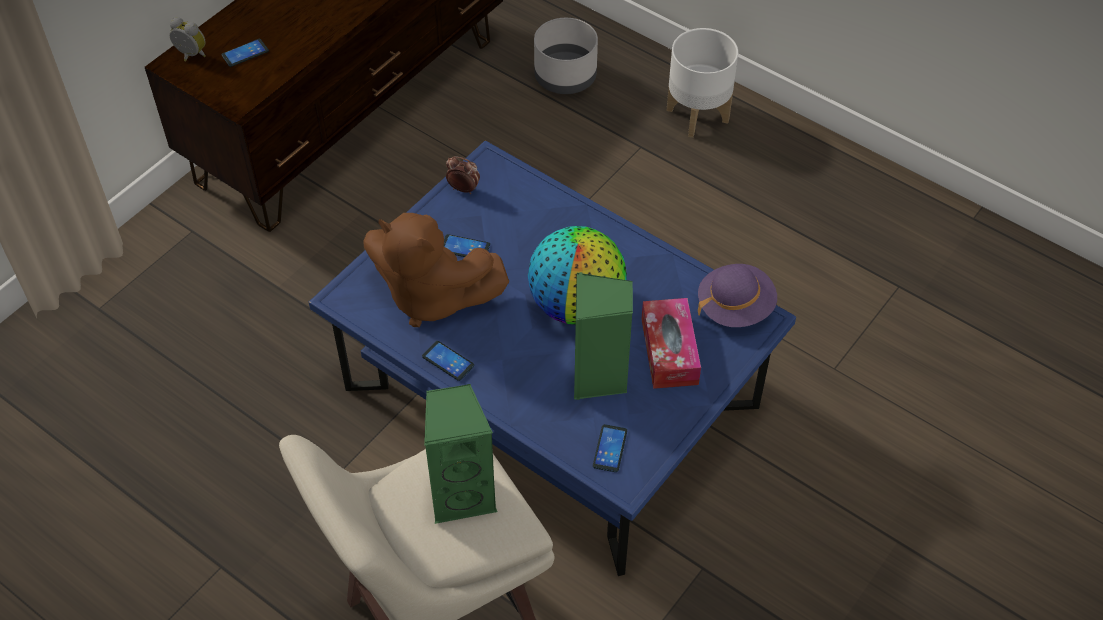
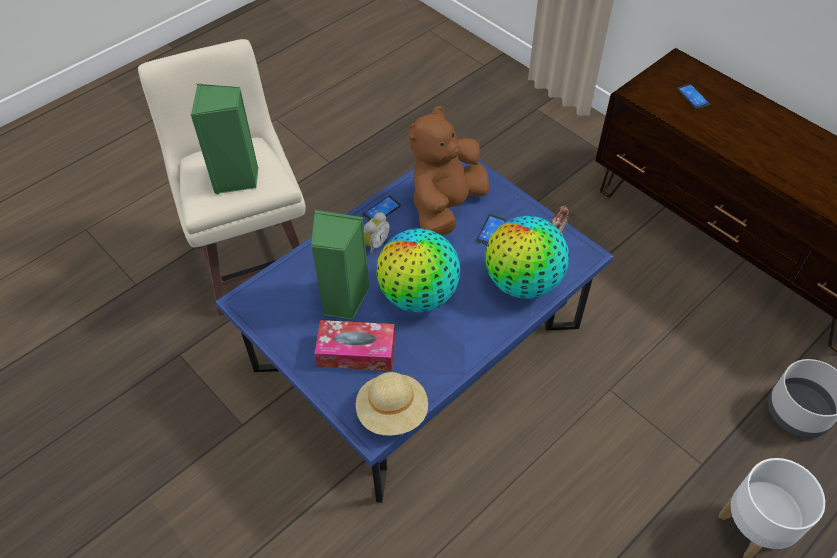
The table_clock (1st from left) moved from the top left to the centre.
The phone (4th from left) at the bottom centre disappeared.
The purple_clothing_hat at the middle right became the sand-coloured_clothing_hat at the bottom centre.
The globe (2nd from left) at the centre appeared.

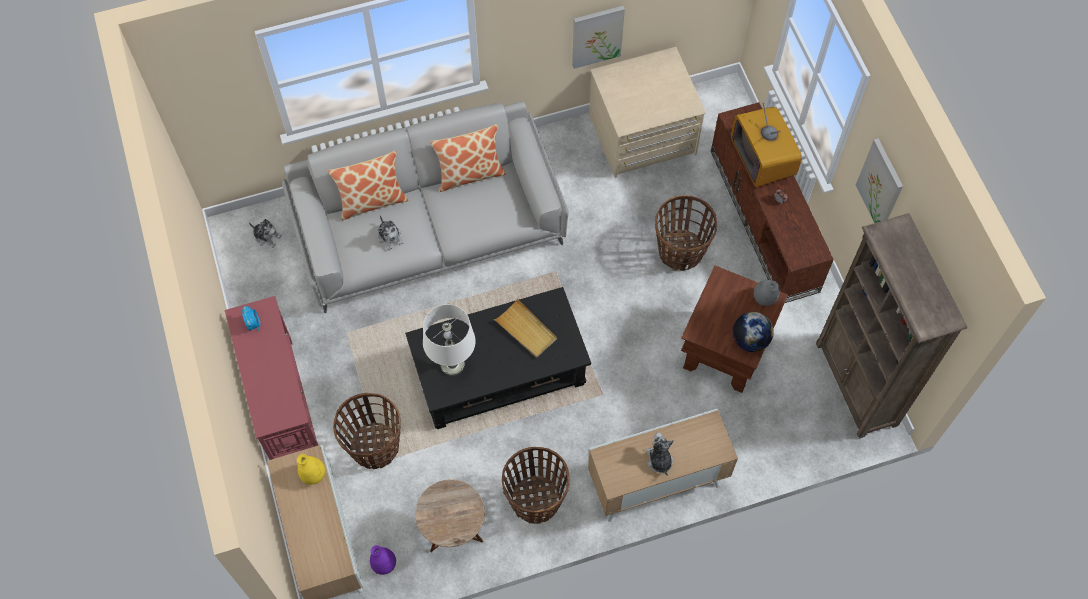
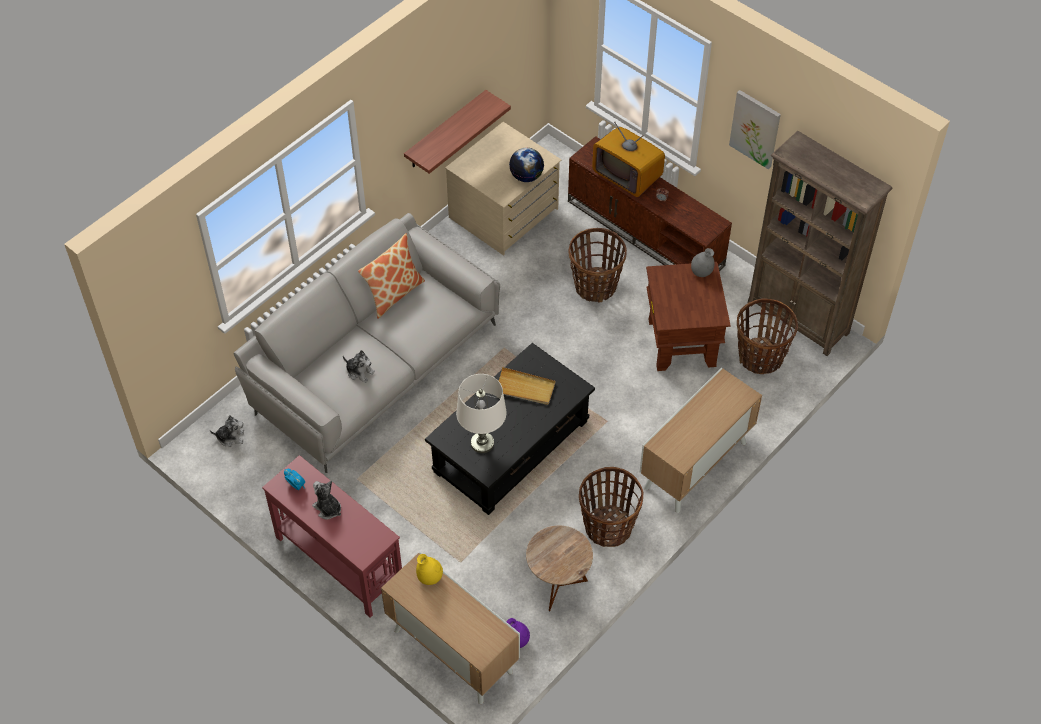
The pillow (1st from left) at the top centre disappeared.
The storage_basket (1st from left in the first image) moved from the bottom centre to the middle right.
The wall_picture (1st from left) at the top centre was replaced by the shelf at the top centre.
The cuddly_toy (3rd from left in the first image) moved from the bottom centre to the bottom left.
The globe moved from the middle right to the top centre.

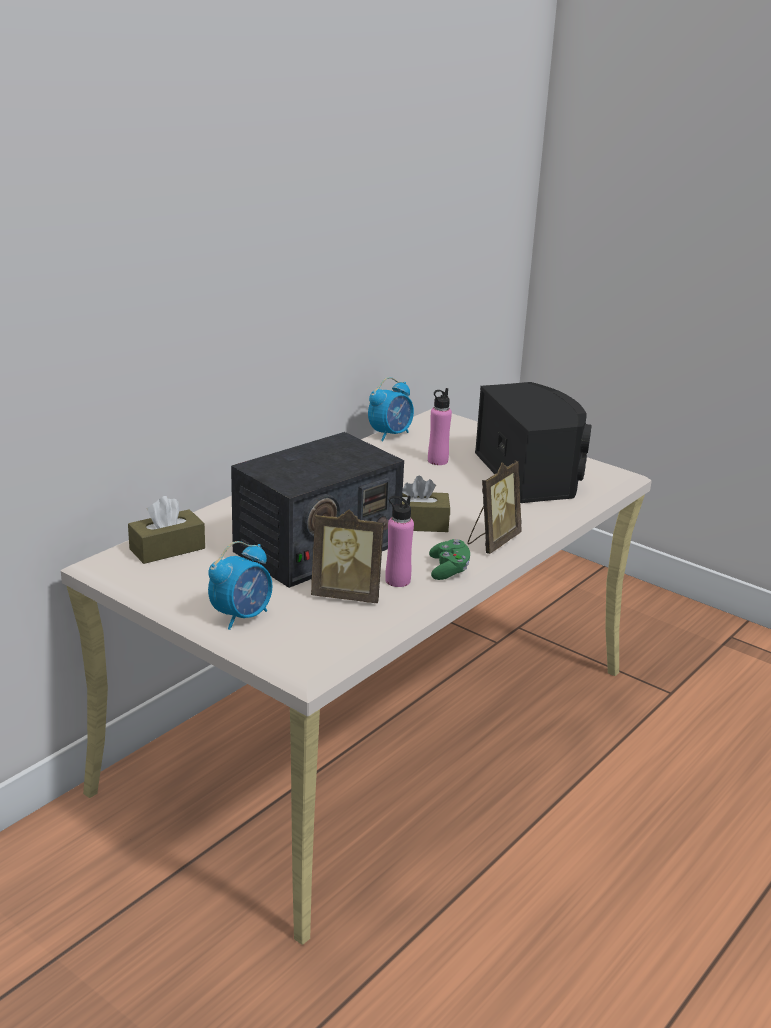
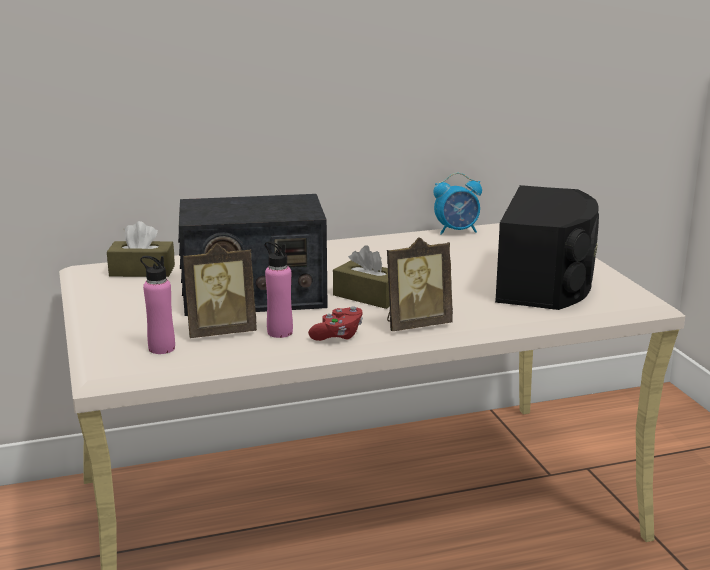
The table_clock (1st from left) at the middle left disappeared.
The picture_frame (1st from left) at the centre turned 60 degrees counterclockwise.
The pink_bottle (2nd from left in the first image) moved from the centre to the middle left.
The green_gamepad at the centre became the reddish_gamepad at the centre.

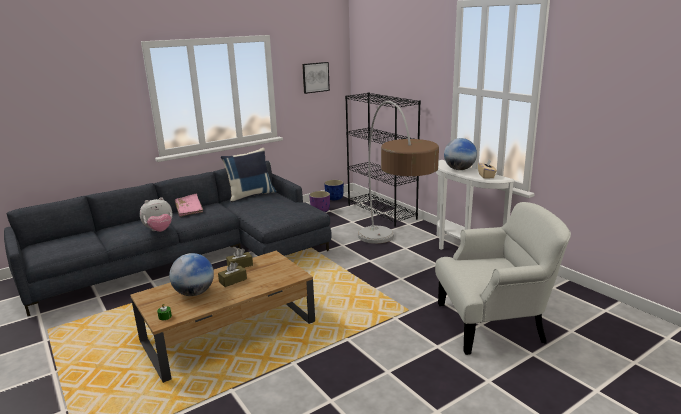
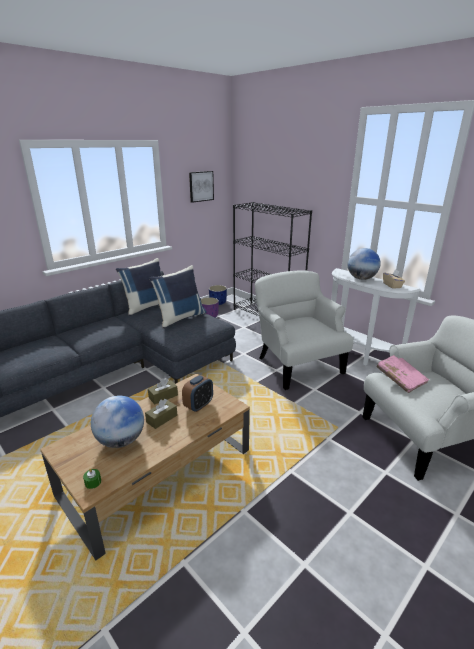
The cuddly_toy at the middle left disappeared.
The pink_bound_book moved from the middle left to the middle right.
The standing_lamp at the centre was replaced by the whitish_easy_chair (1st from left) at the centre.
The blue-coloured_pillow (2nd from left) at the centre appeared.
The table_clock at the centre appeared.

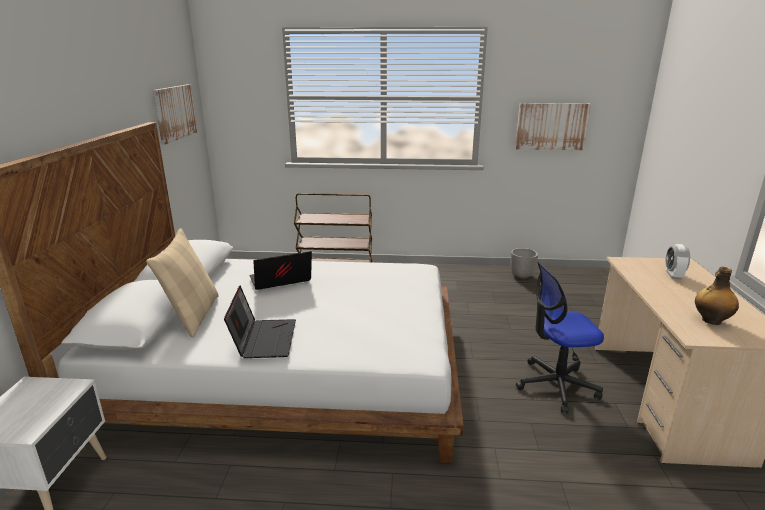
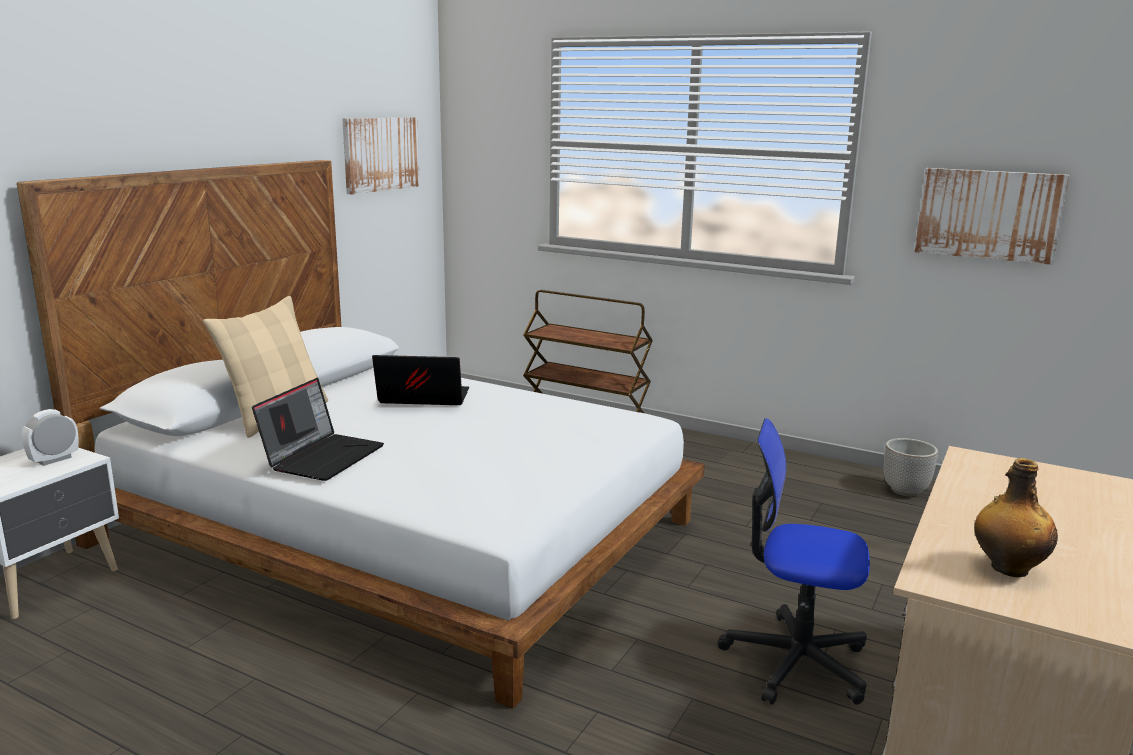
The table_clock moved from the middle right to the middle left.

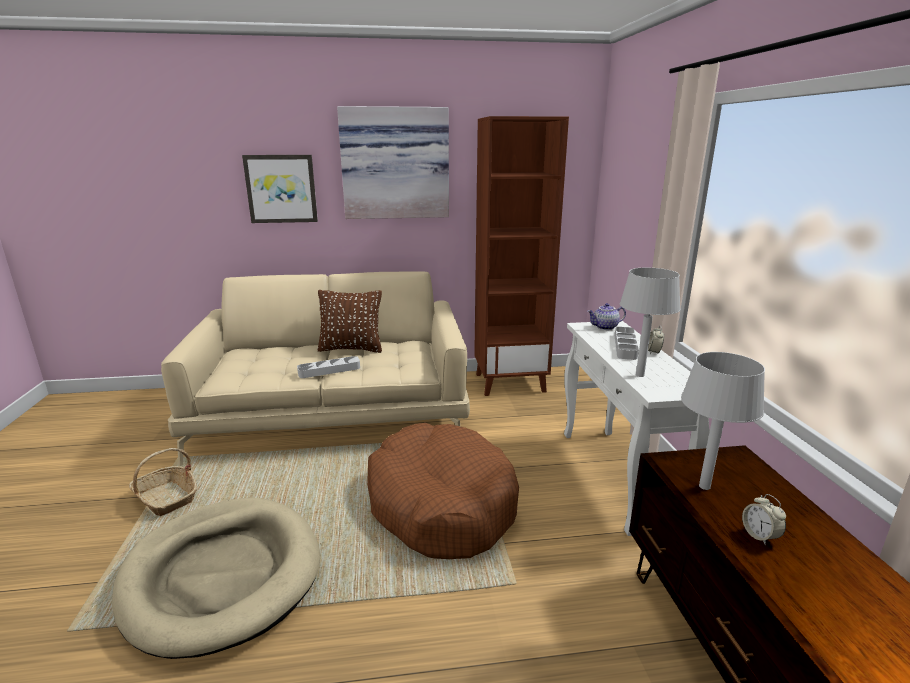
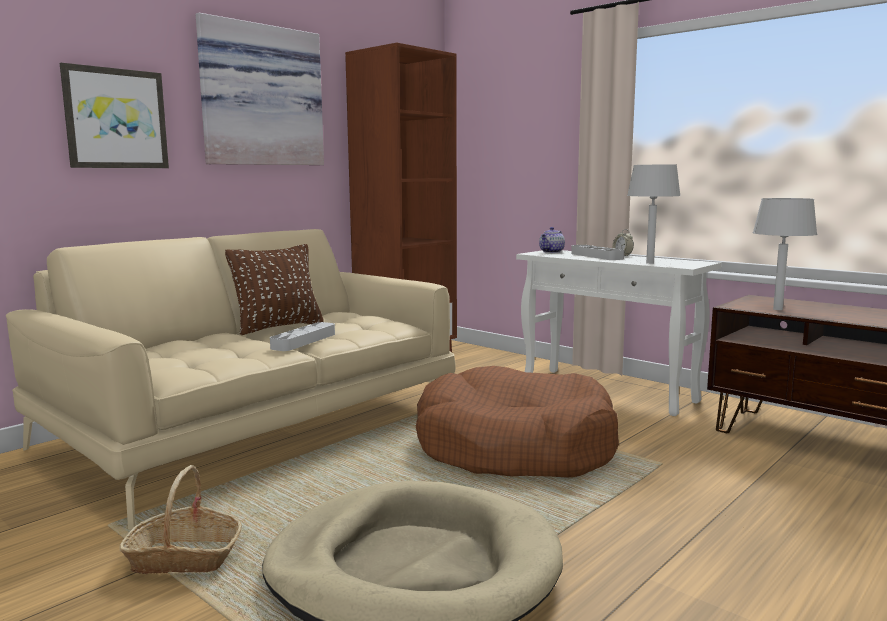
The table_clock (2nd from left) at the bottom right disappeared.

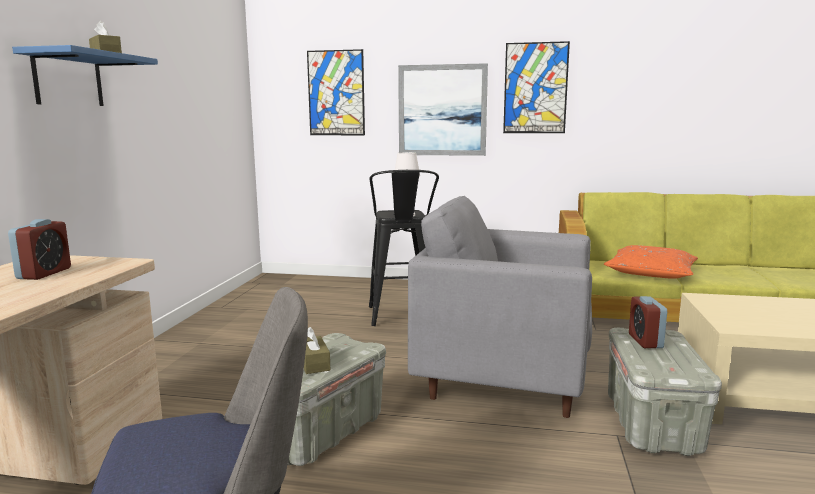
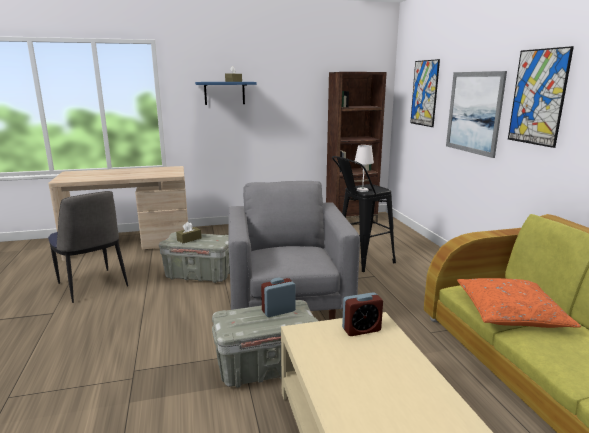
The table_clock (1st from left in the first image) moved from the middle left to the bottom centre.
The brown-coloured_bookshelf at the centre appeared.

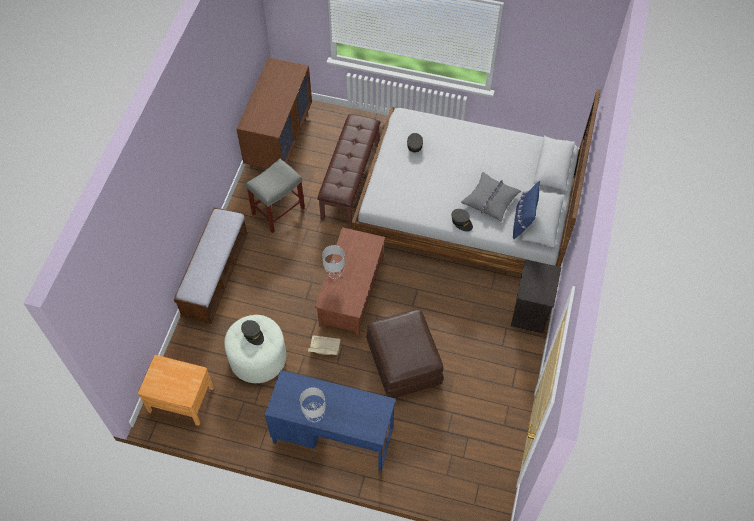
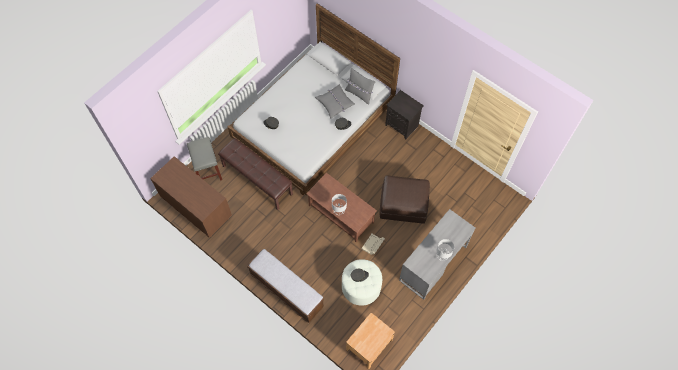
The greyish_stool moved from the centre to the middle left.
The blue-coloured_desk at the bottom centre became the greyish_desk at the bottom centre.
The blue-coloured_pillow at the middle right became the greyish_pillow (2nd from left) at the top centre.

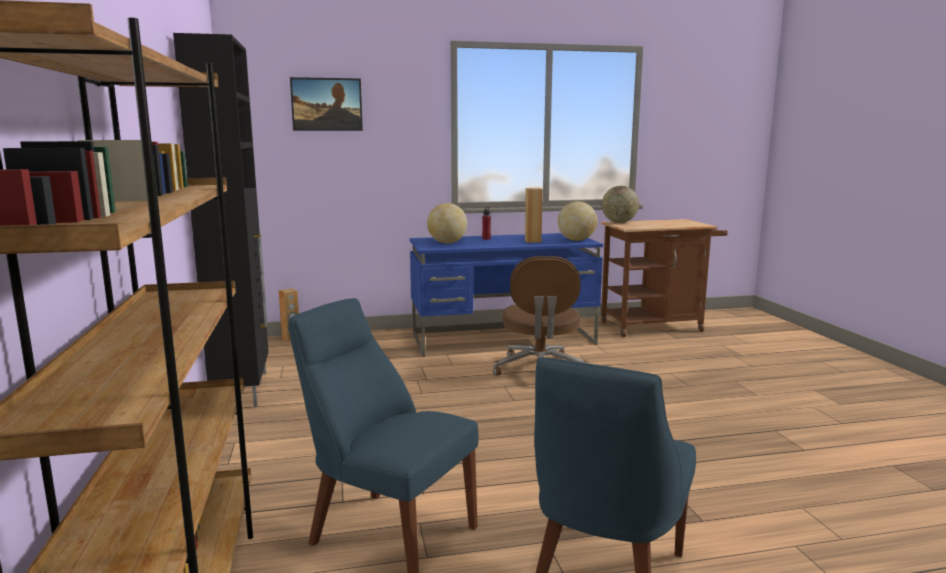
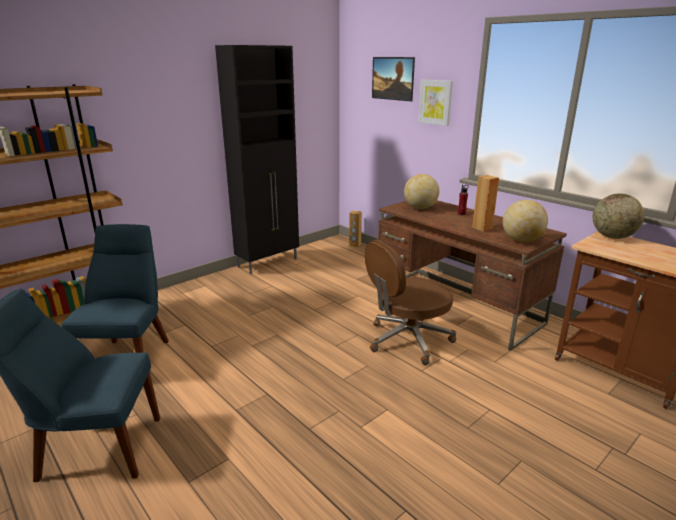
The blue-coloured_desk at the centre became the brown-coloured_desk at the middle right.
The wall_picture (2nd from left) at the top centre appeared.

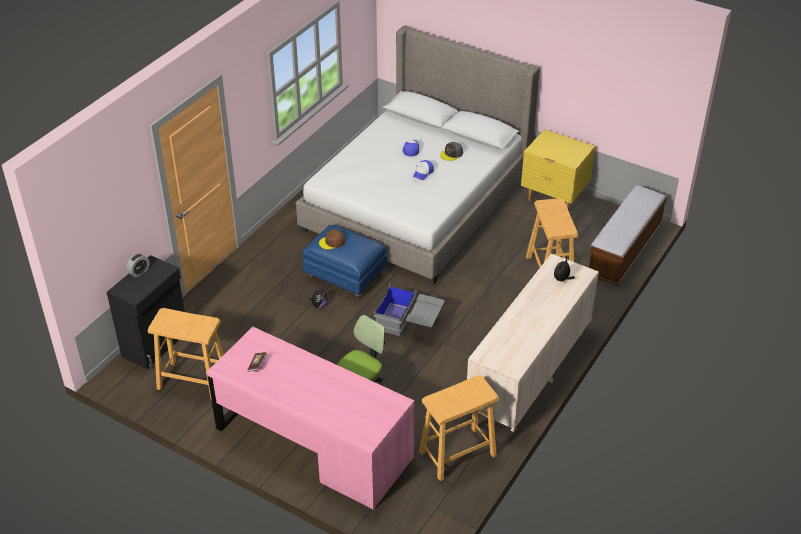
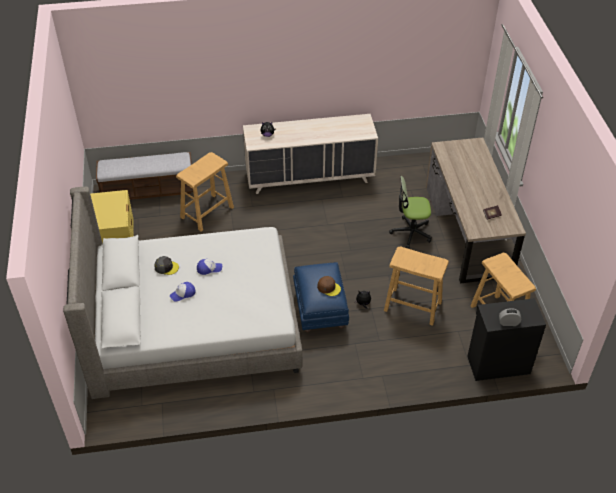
The pink_desk at the bottom centre became the brown-coloured_desk at the middle right.
The greyish_storage_bin at the centre disappeared.
The sand-coloured_stool (2nd from left) moved from the bottom centre to the middle right.

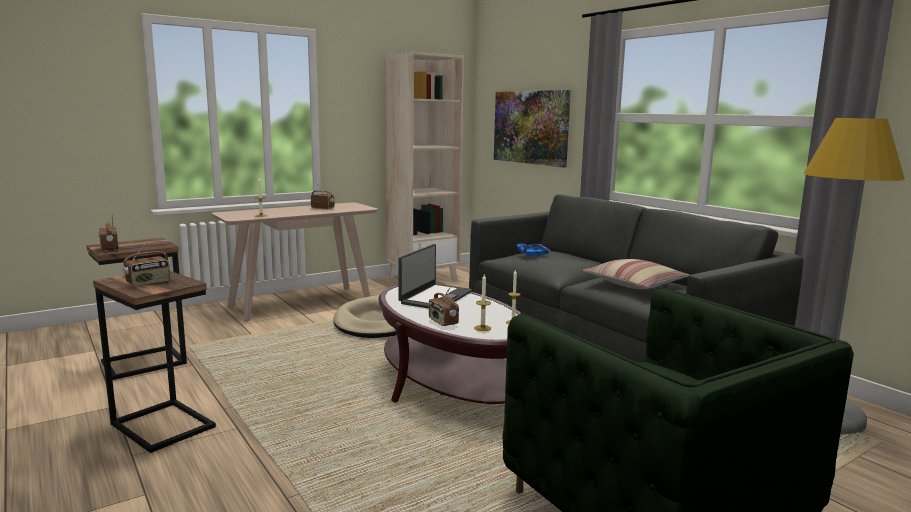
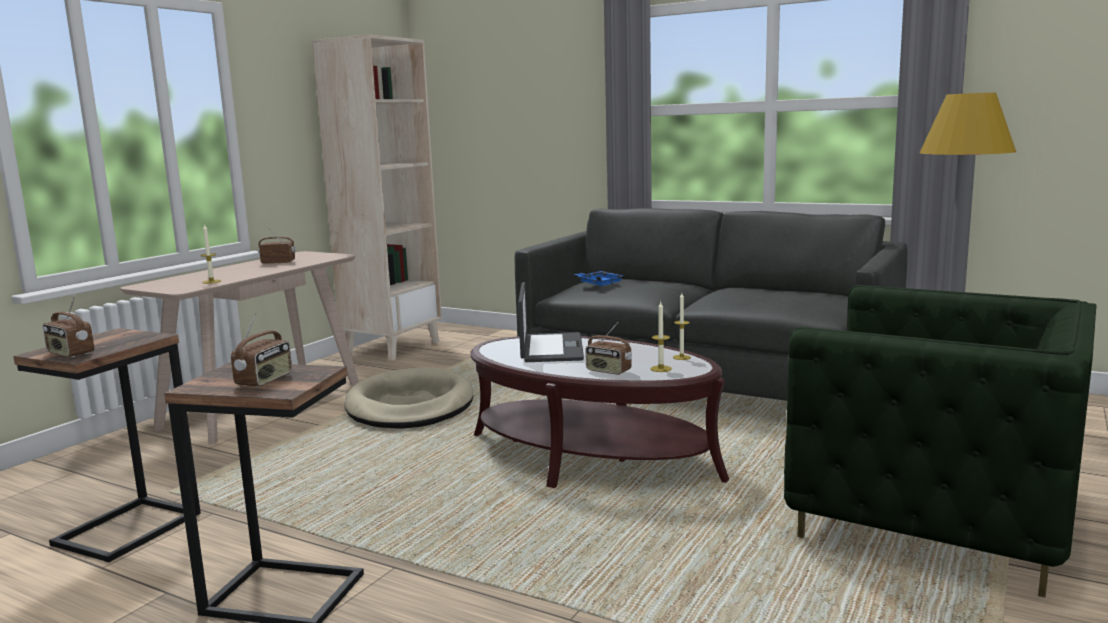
The wall_picture at the top centre disappeared.
The pillow at the middle right disappeared.

